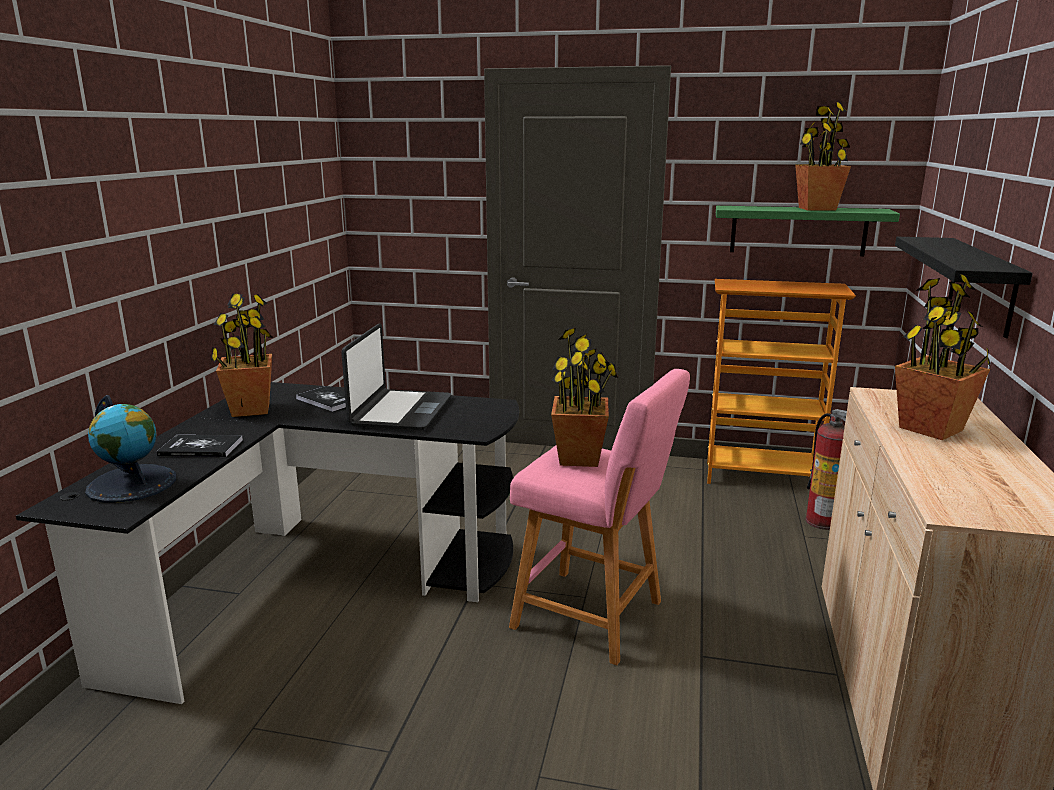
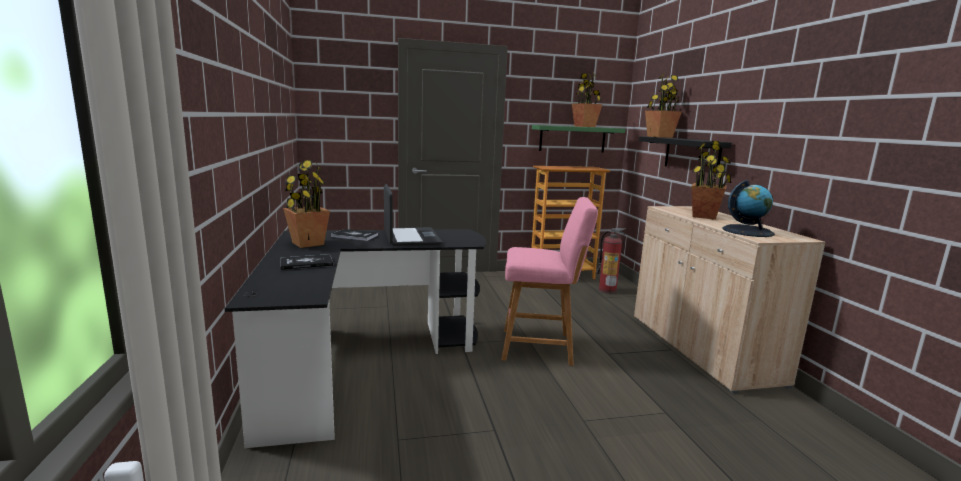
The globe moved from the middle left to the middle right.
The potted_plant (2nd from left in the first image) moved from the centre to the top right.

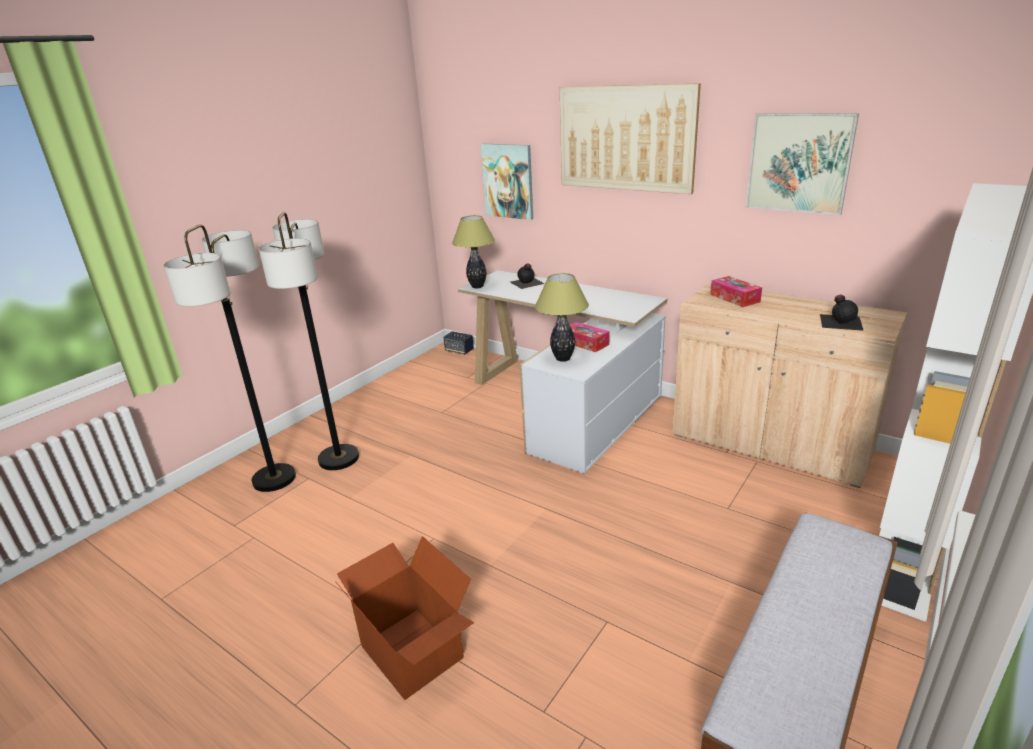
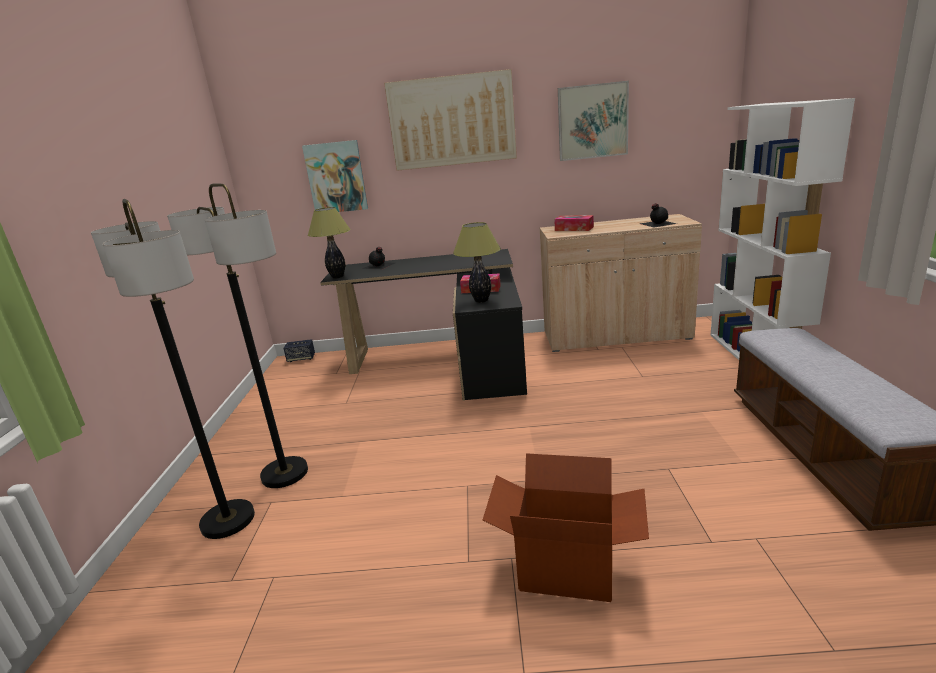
The whitish_desk at the centre became the black-coloured_desk at the centre.

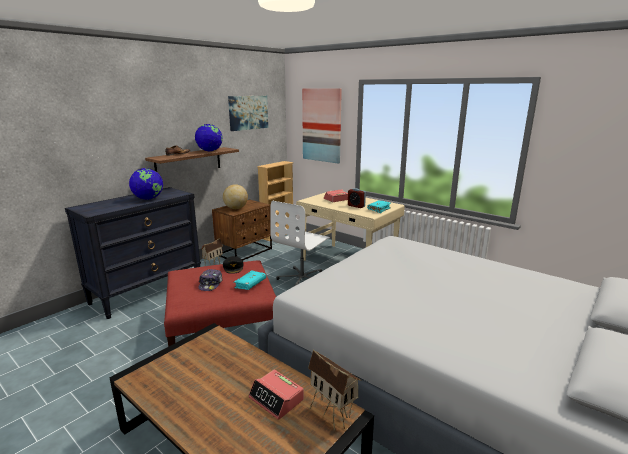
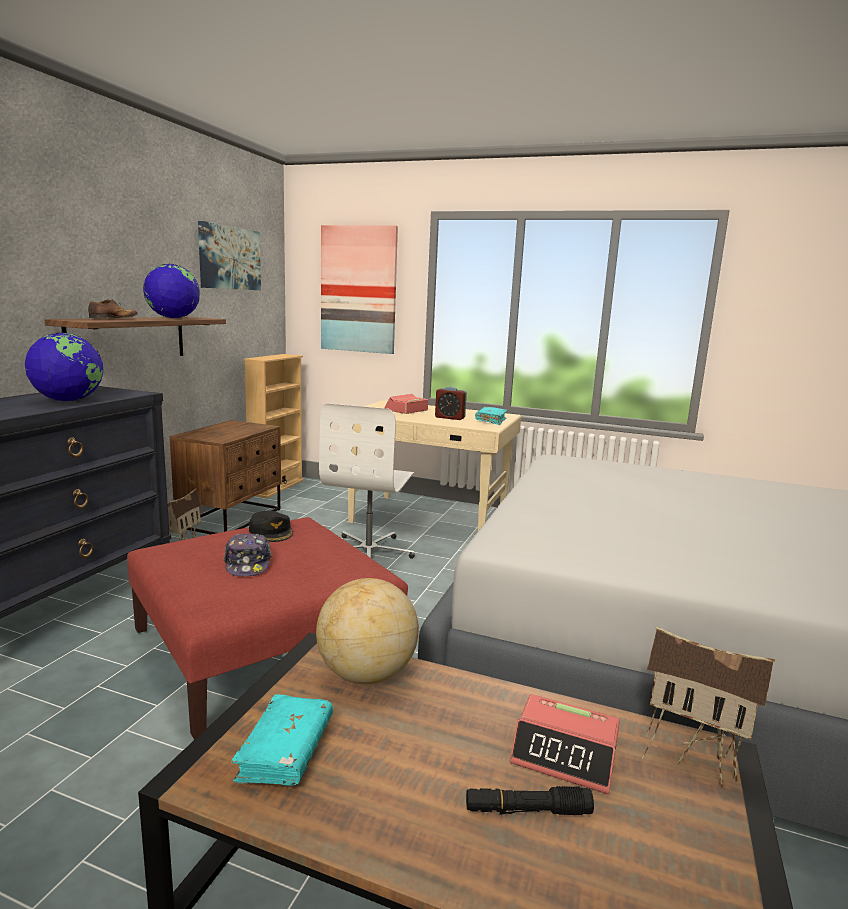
The globe (3rd from left) moved from the centre to the bottom centre.
The turquoise-coloured_bound_book (1st from left) moved from the centre to the bottom left.
The black-coloured_torch at the bottom centre appeared.

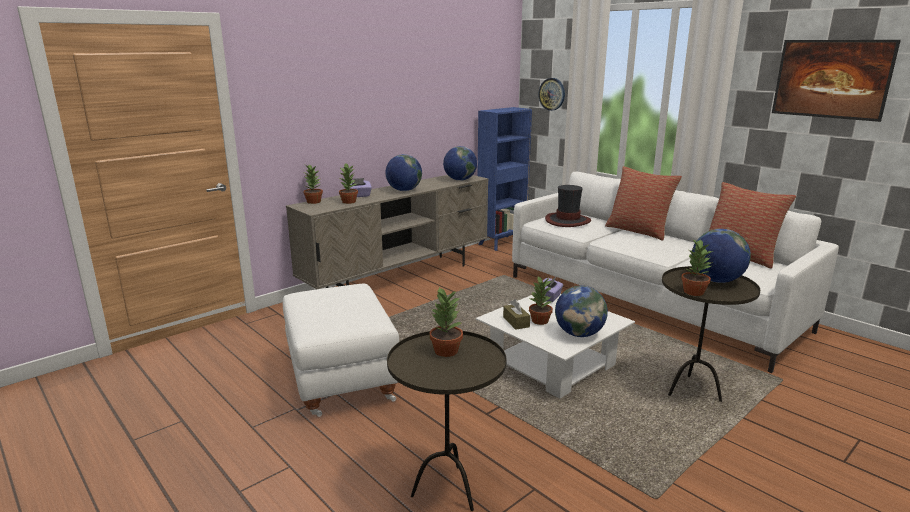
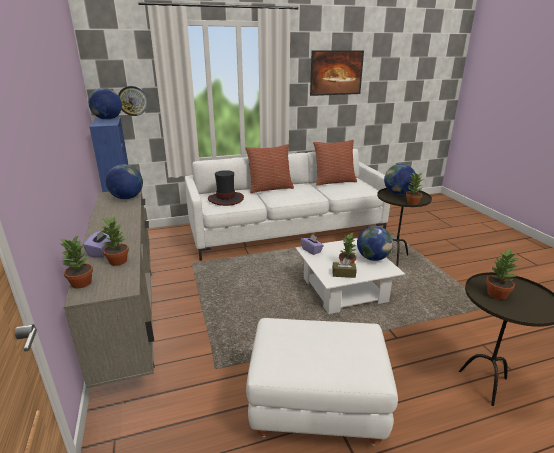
The globe (1st from left) moved from the centre to the top left.

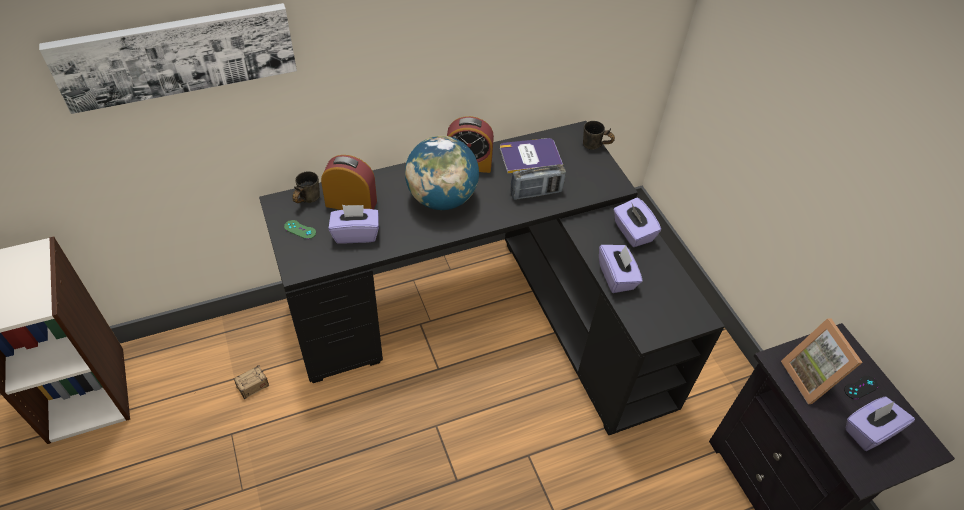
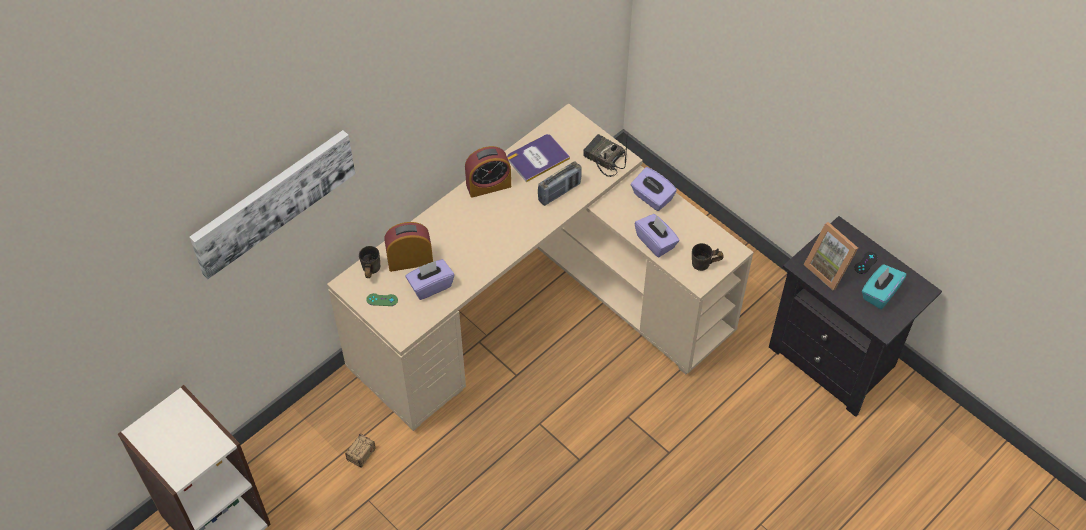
The black-coloured_desk at the centre became the sand-coloured_desk at the centre.
The globe at the centre disappeared.
The greyish_tea_mug (2nd from left) moved from the top centre to the centre.
The purple_tissue_box (4th from left) at the bottom right became the turquoise-coloured_tissue_box at the middle right.
The radio_set (2nd from left) at the top centre appeared.

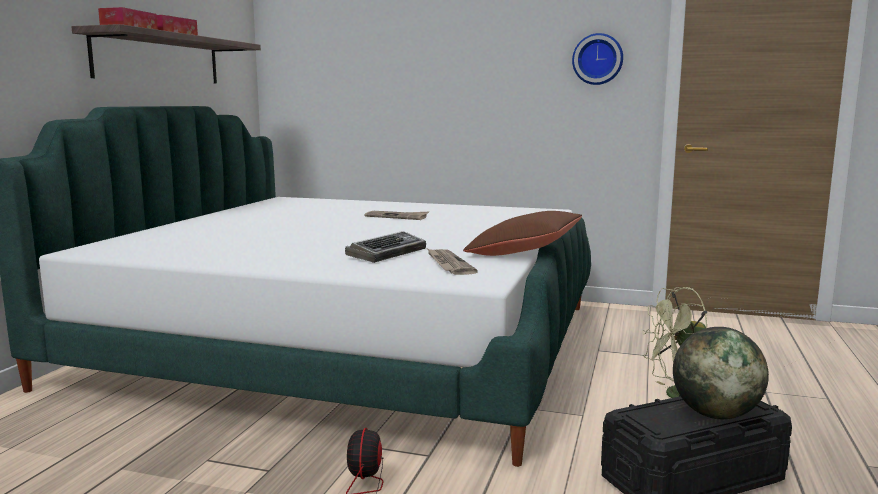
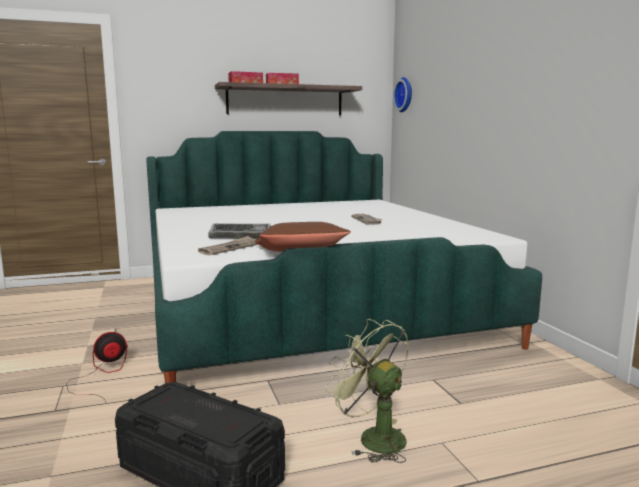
The clock_on_the_wall moved from the top right to the top centre.
The globe at the bottom right disappeared.

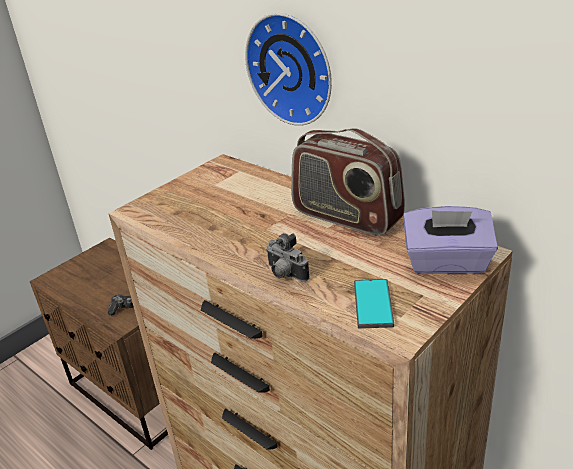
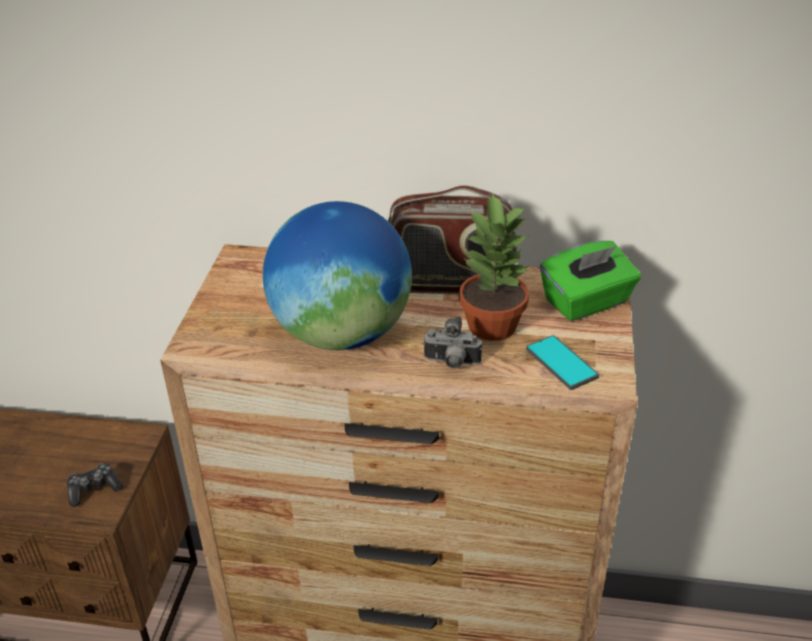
The clock_on_the_wall at the top centre disappeared.
The purple_tissue_box at the middle right became the green_tissue_box at the middle right.
The globe at the centre appeared.
The potted_plant at the centre appeared.

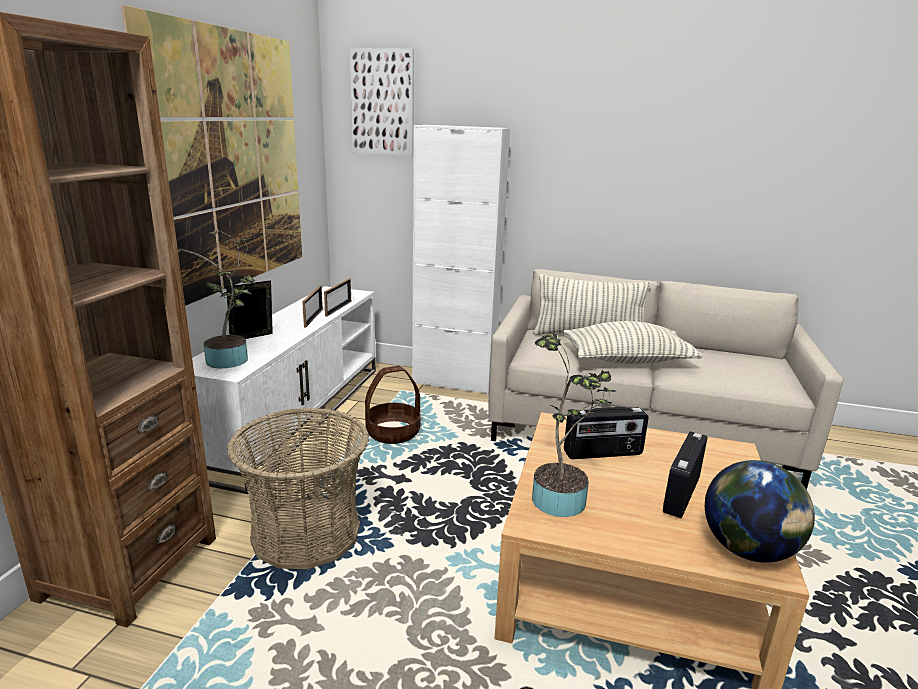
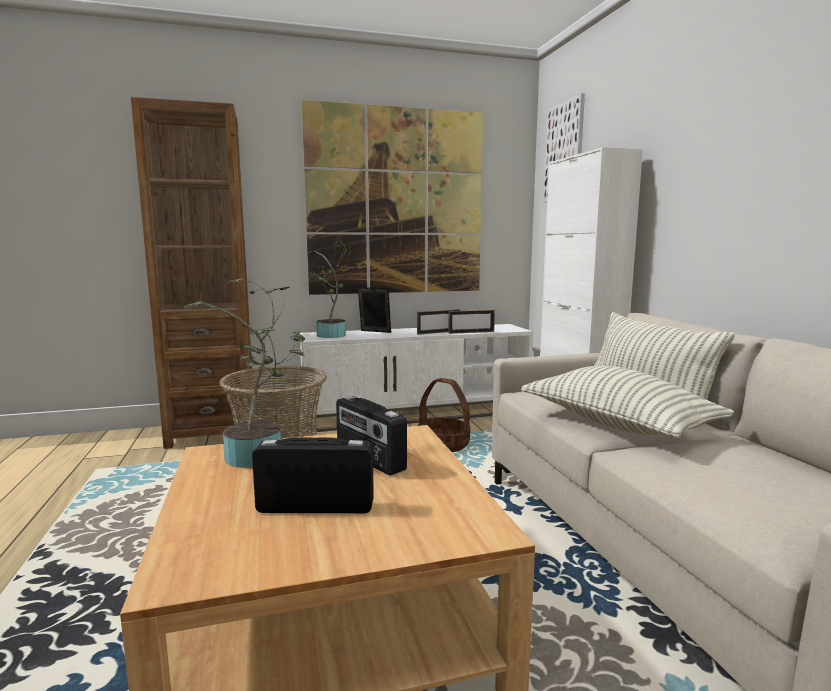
The globe at the bottom right disappeared.

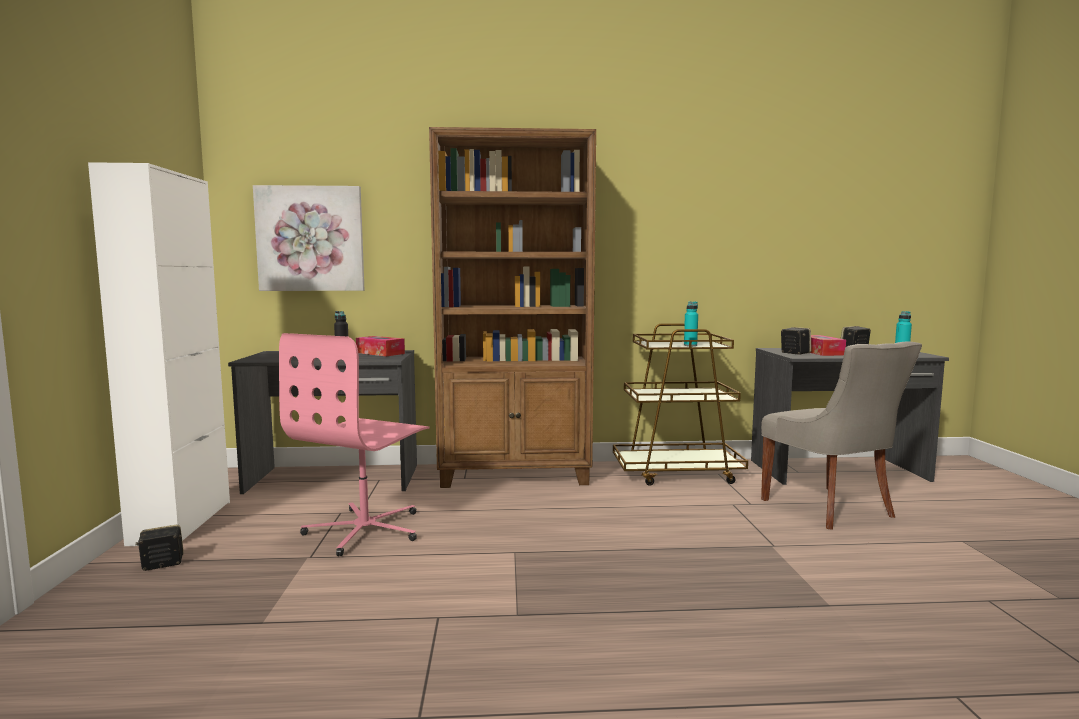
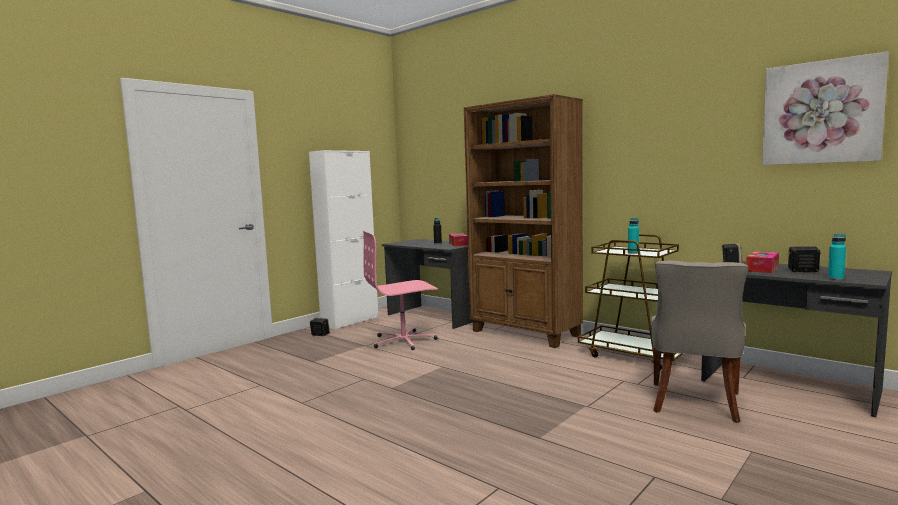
The wall_picture moved from the top left to the top right.

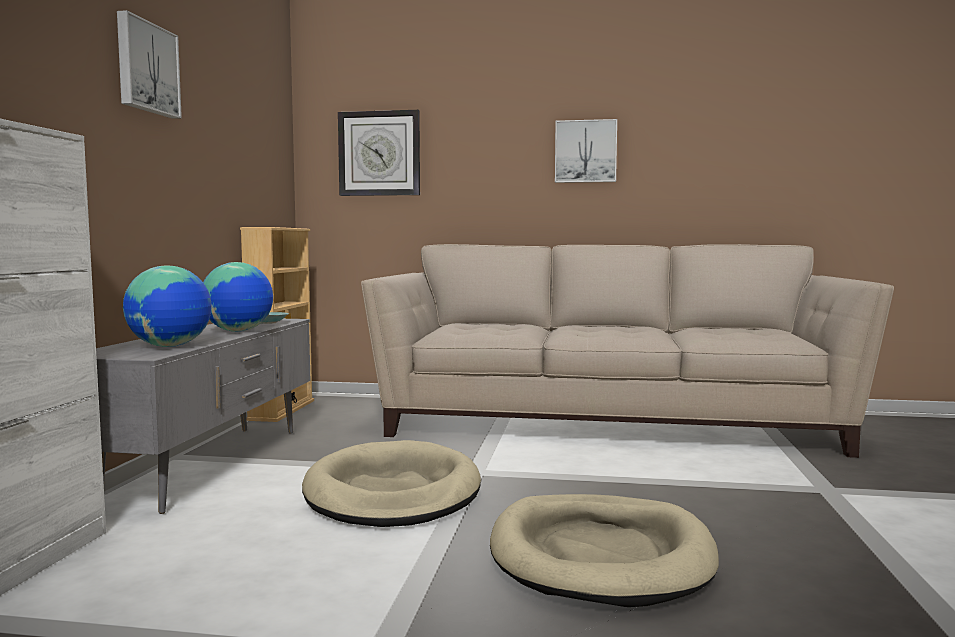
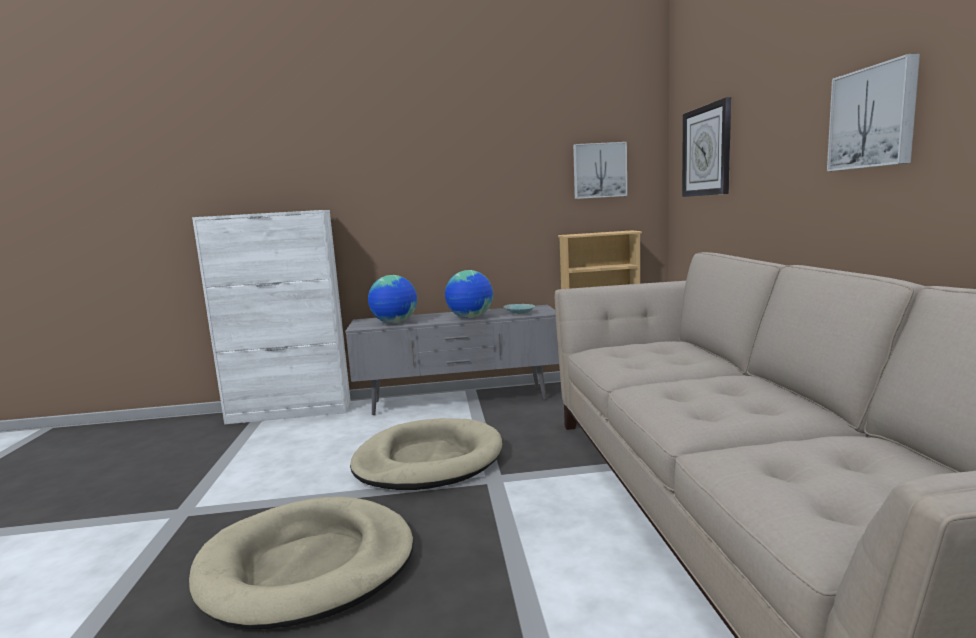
The wall_picture (1st from left) moved from the top left to the top centre.

